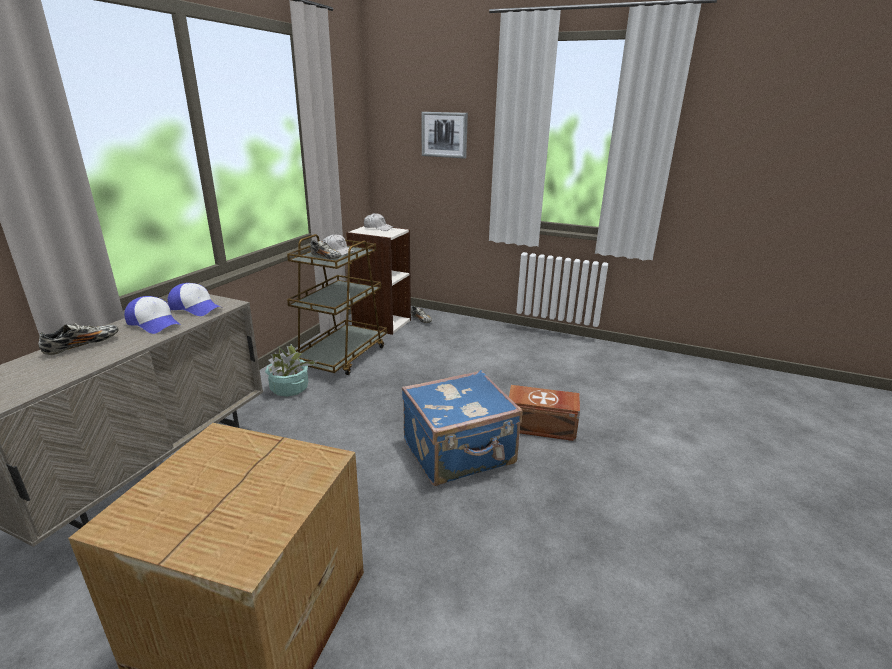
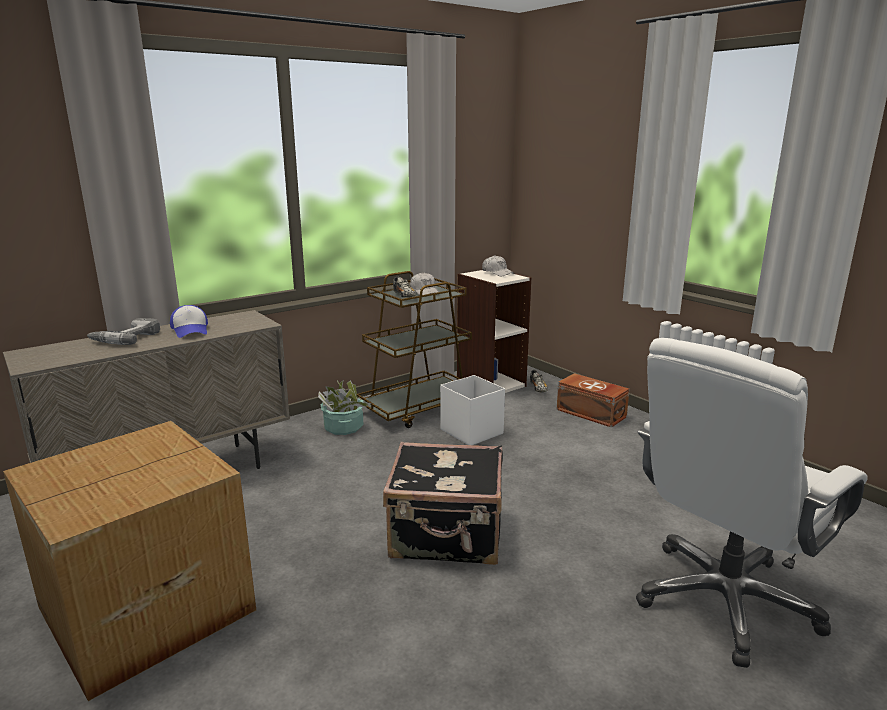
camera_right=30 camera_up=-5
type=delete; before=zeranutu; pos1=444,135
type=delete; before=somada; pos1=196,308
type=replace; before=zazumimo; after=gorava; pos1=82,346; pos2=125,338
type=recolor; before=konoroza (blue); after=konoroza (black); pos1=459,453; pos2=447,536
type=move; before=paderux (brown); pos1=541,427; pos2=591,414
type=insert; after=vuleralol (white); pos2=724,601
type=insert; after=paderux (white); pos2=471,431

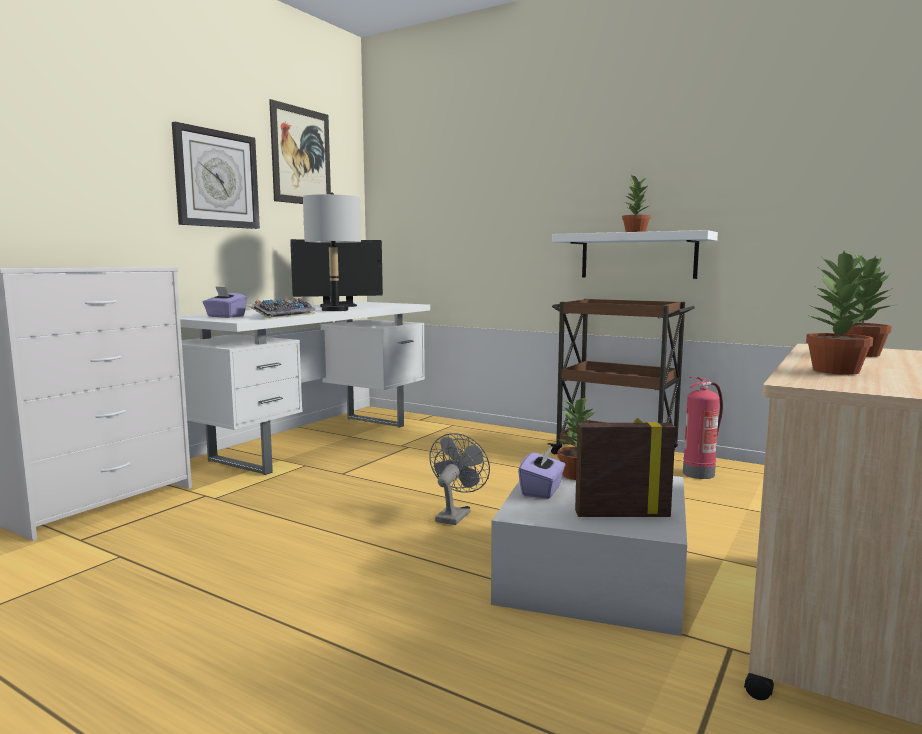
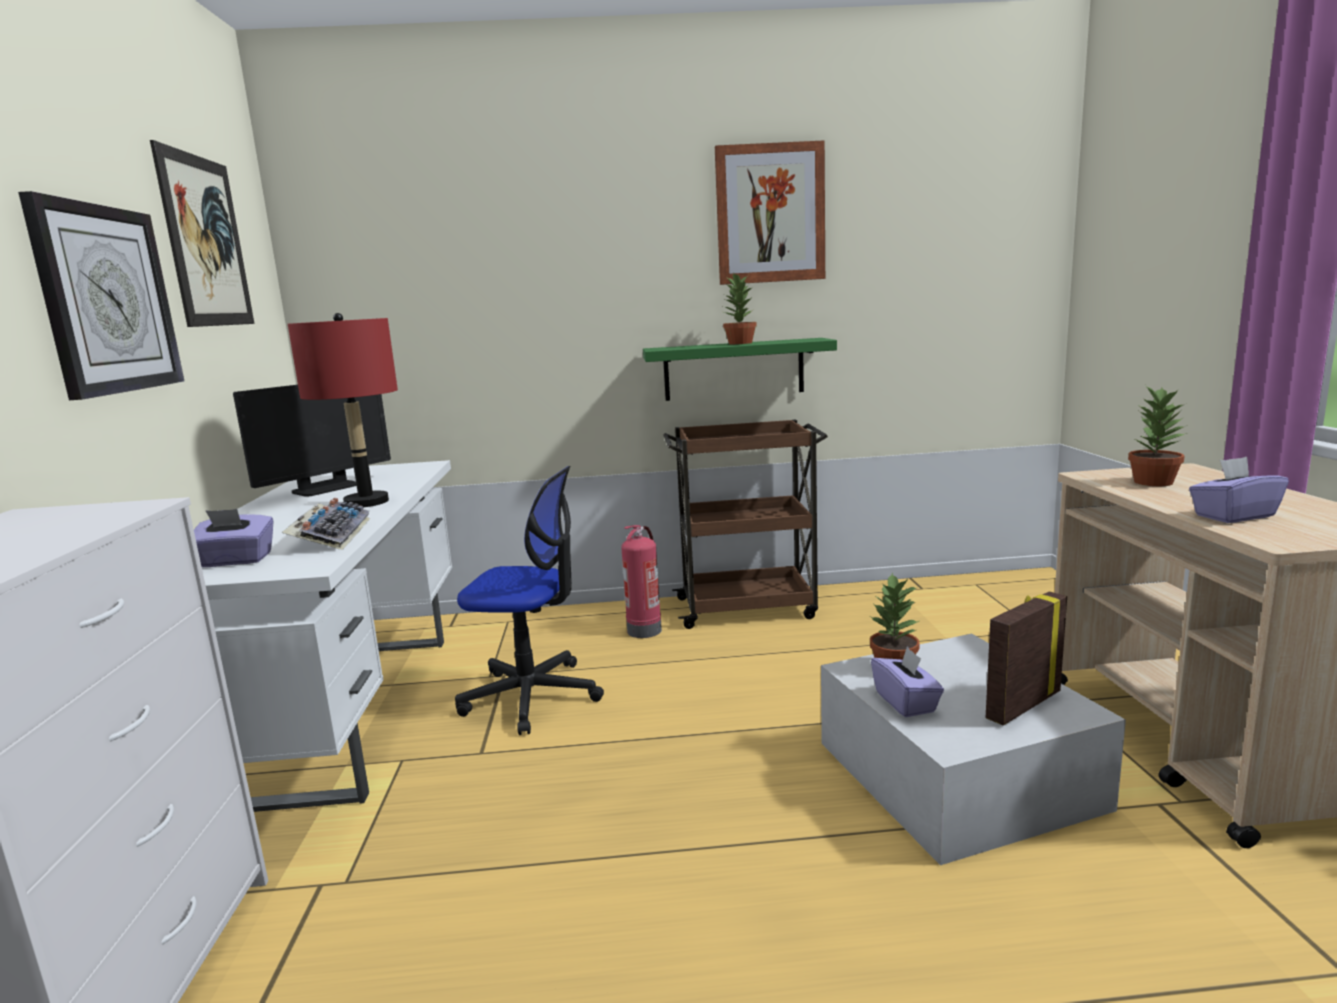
camera_right=-35 camera_up=5
type=recolor; before=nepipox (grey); after=nepipox (red); pos1=334,310; pos2=366,502
type=recolor; before=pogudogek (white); after=pogudogek (green); pos1=638,256; pos2=733,369
type=replace; before=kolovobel; after=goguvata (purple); pos1=834,371; pos2=1233,516
type=move; before=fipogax; pos1=699,473; pos2=644,630
type=delete; before=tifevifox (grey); pos1=455,515
type=insert; after=zeranutu; pos2=770,214
type=insert; after=vuleralol; pos2=532,696

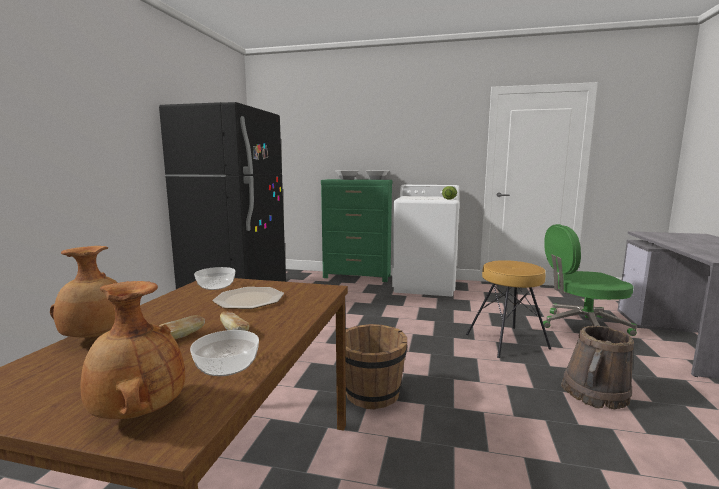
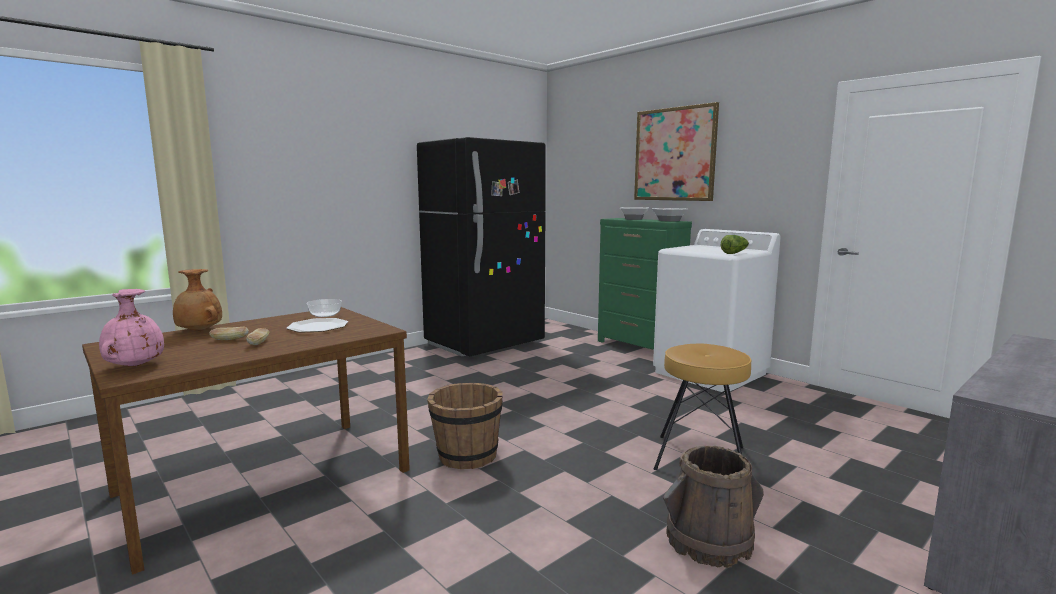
camera_right=35 camera_up=0
type=delete; before=vuleralol (green); pos1=582,326
type=recolor; before=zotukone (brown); after=zotukone (pink); pos1=137,413; pos2=134,366
type=delete; before=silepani; pos1=227,366
type=insert; after=zeranutu; pos2=674,154

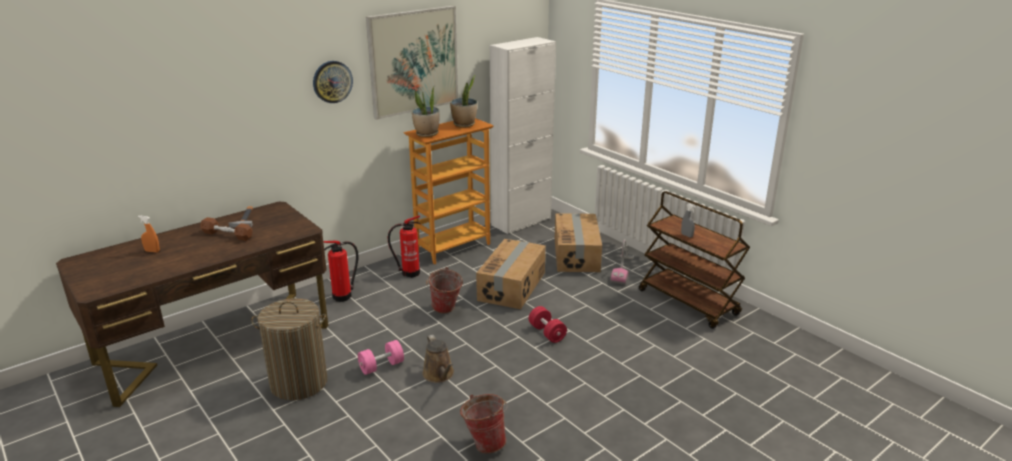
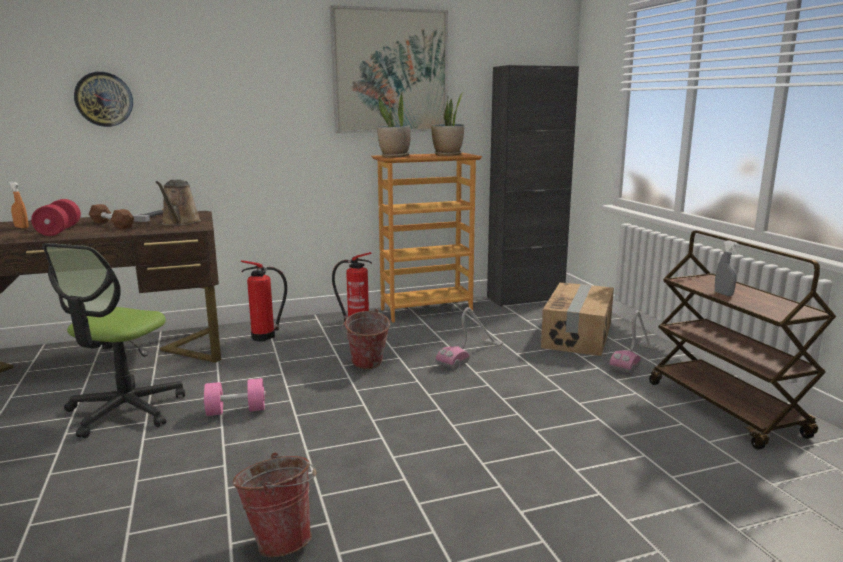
camera_right=20 camera_up=-10
type=recolor; before=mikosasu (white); after=mikosasu (black); pos1=521,221; pos2=525,298
type=move; before=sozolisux; pos1=332,81; pos2=104,99
type=replace; before=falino; after=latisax; pos1=512,286; pos2=471,354
type=replace; before=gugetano; after=vuleralol; pos1=298,383; pos2=125,411
type=move; before=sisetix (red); pos1=547,333; pos2=59,231
type=move; before=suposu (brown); pos1=439,375; pos2=180,223

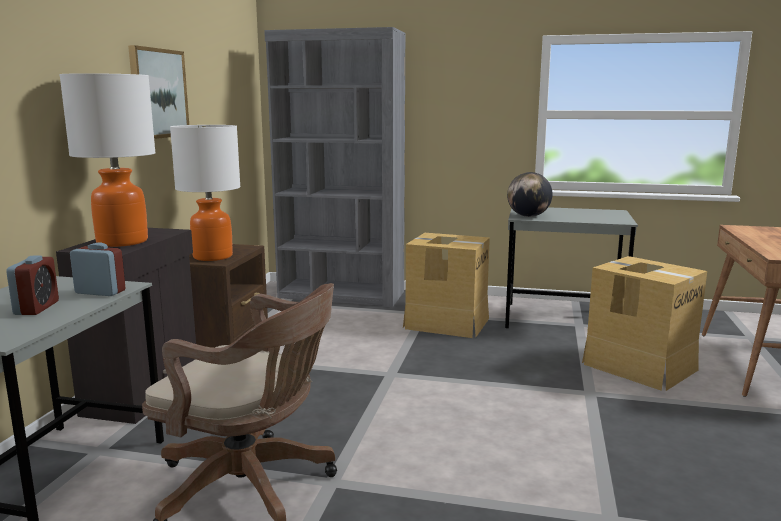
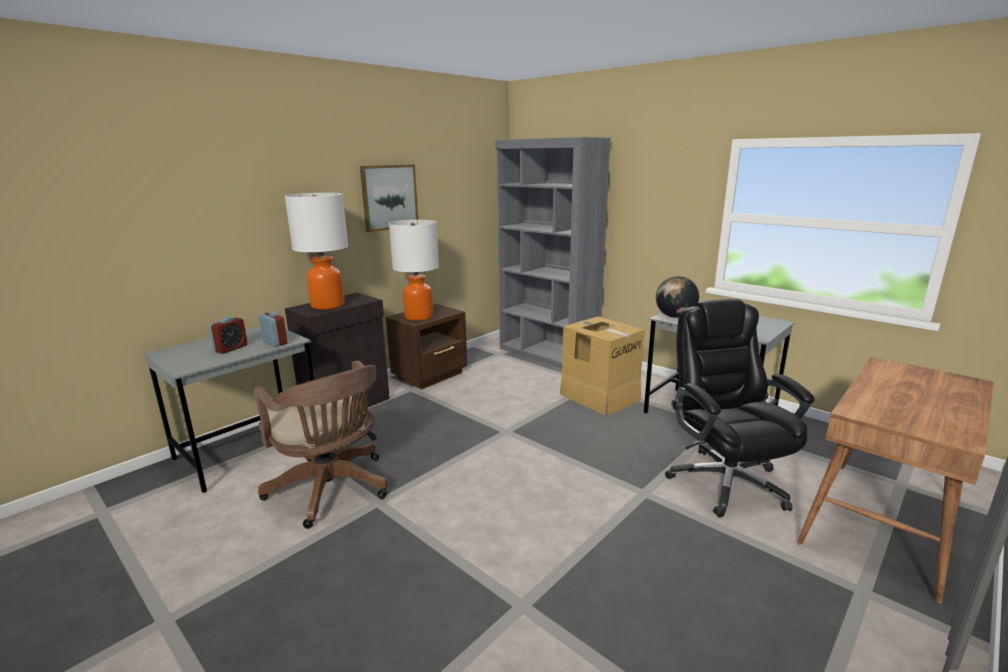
camera_right=30 camera_up=5
type=replace; before=falino; after=vuleralol (black); pos1=639,366; pos2=725,481

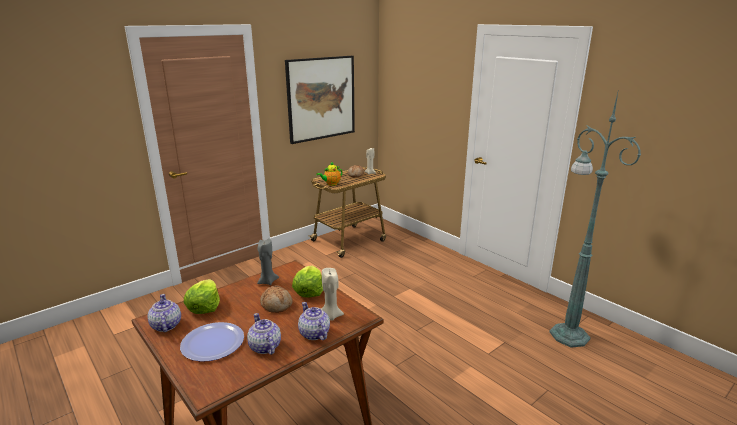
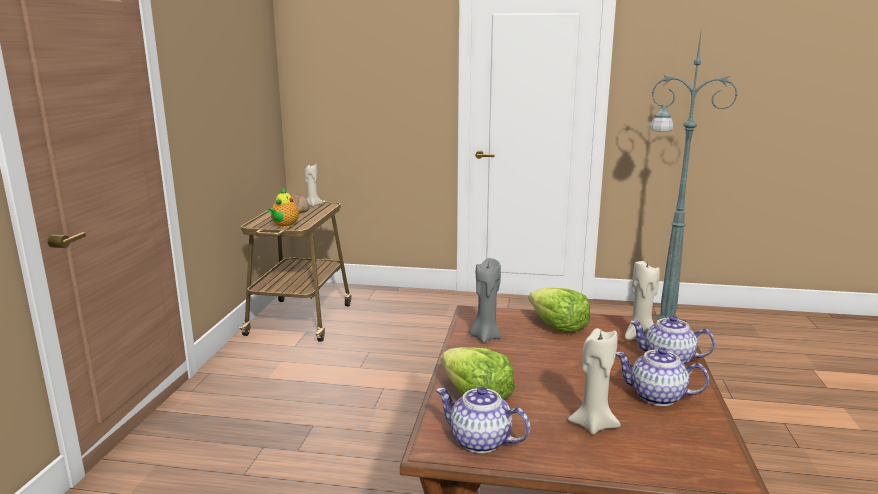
camera_right=-40 camera_up=-5
type=delete; before=zeranutu; pos1=321,98
type=delete; before=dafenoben; pos1=277,304
type=replace; before=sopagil; after=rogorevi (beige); pos1=212,343; pos2=593,424

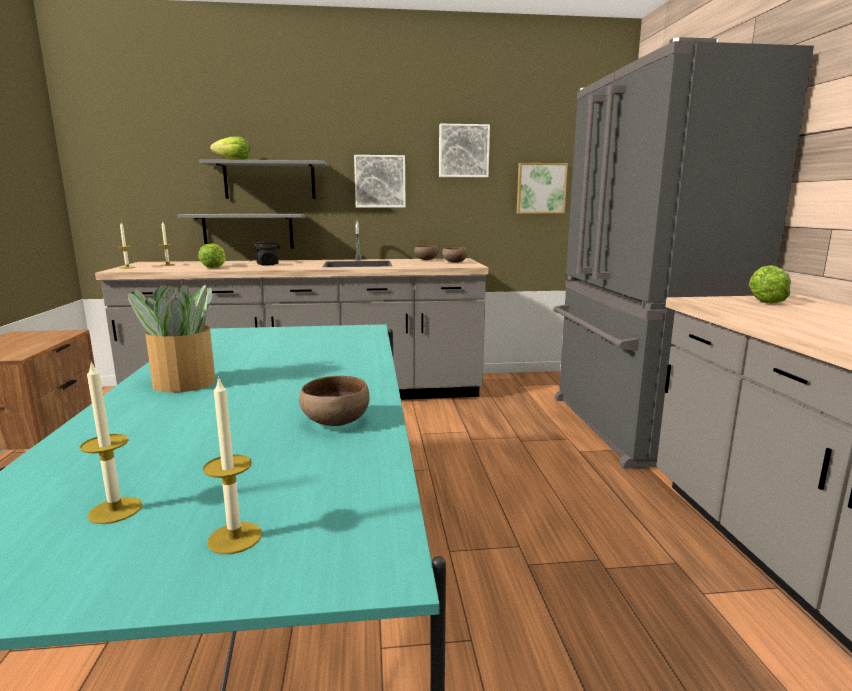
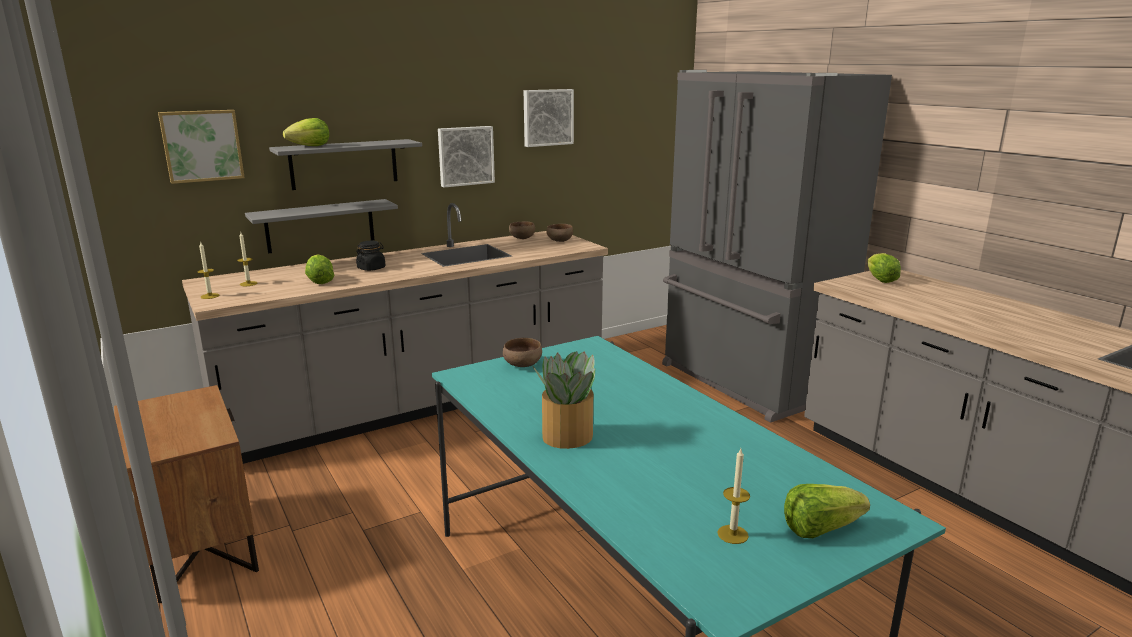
camera_right=-25 camera_up=5
type=move; before=zeranutu; pos1=540,188; pos2=202,145
type=replace; before=rogorevi; after=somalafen; pos1=235,538; pos2=820,528
type=move; before=silepani (brown); pos1=335,422; pos2=523,365

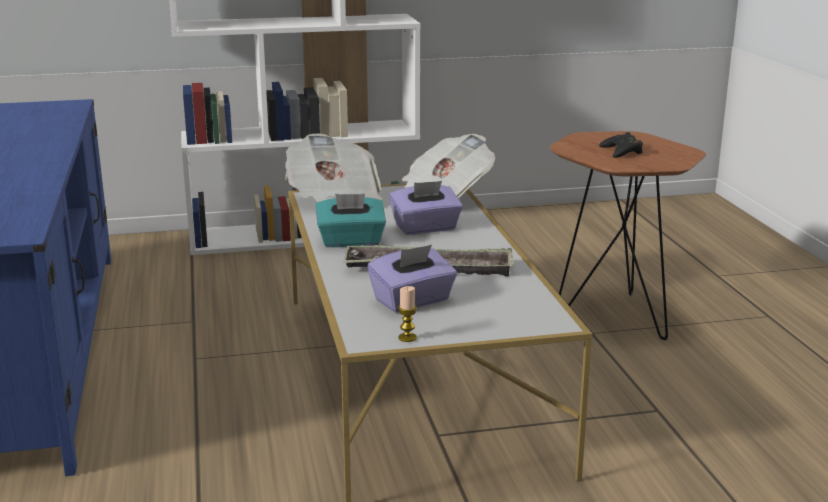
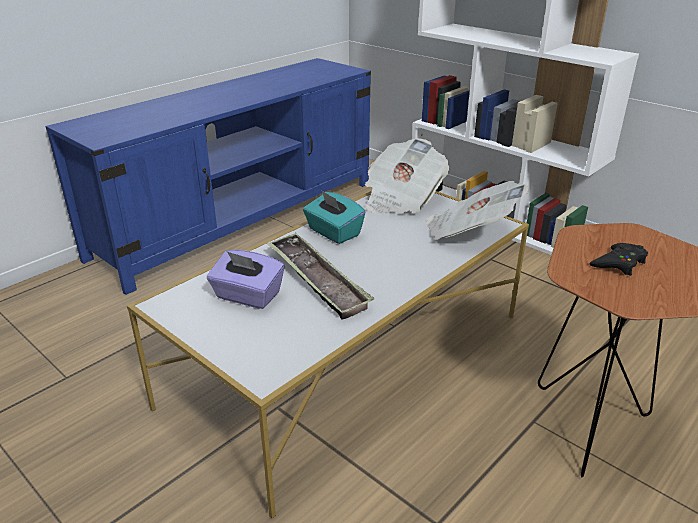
camera_right=55 camera_up=10
type=delete; before=goguvata (purple); pos1=425,228
type=delete; before=rogorevi; pos1=407,338

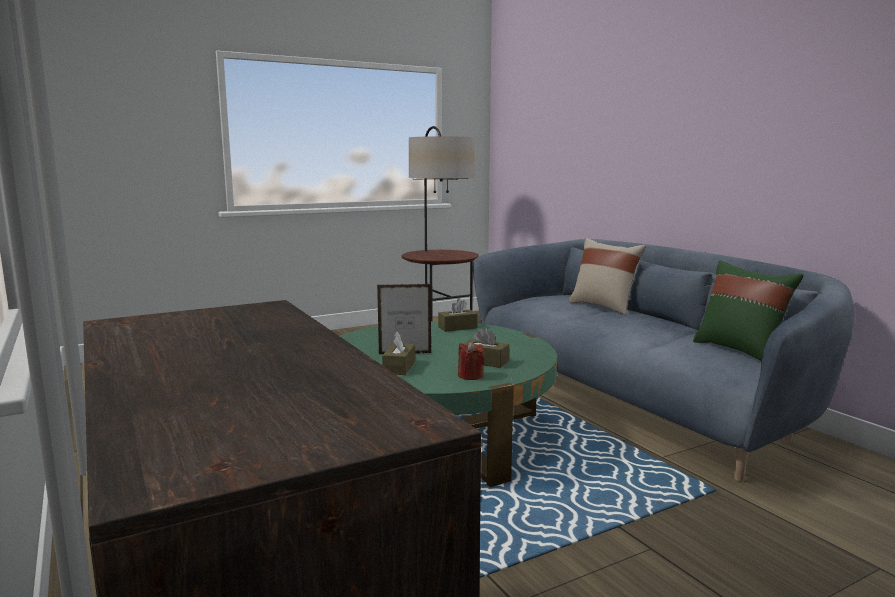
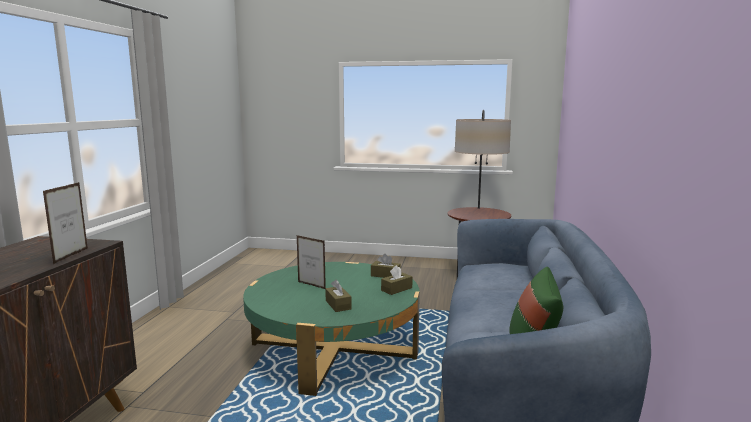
camera_right=40 camera_up=0
type=delete; before=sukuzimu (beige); pos1=604,307
type=move; before=goguvata (brown); pos1=399,367; pos2=396,289
type=delete; before=rogorevi (red); pos1=470,376
type=insert; after=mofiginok; pos2=71,256

